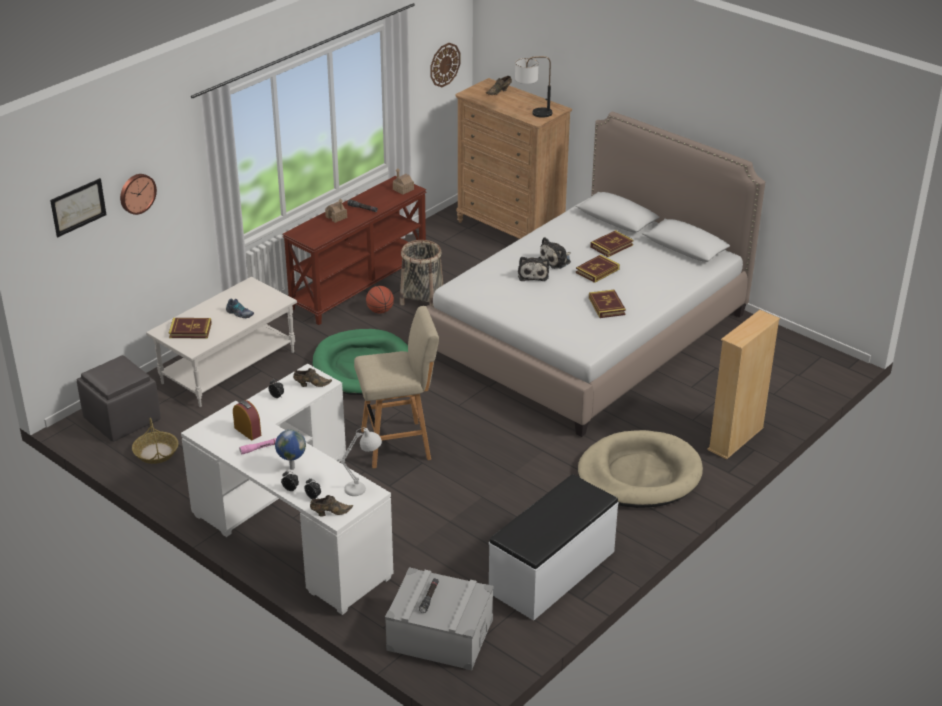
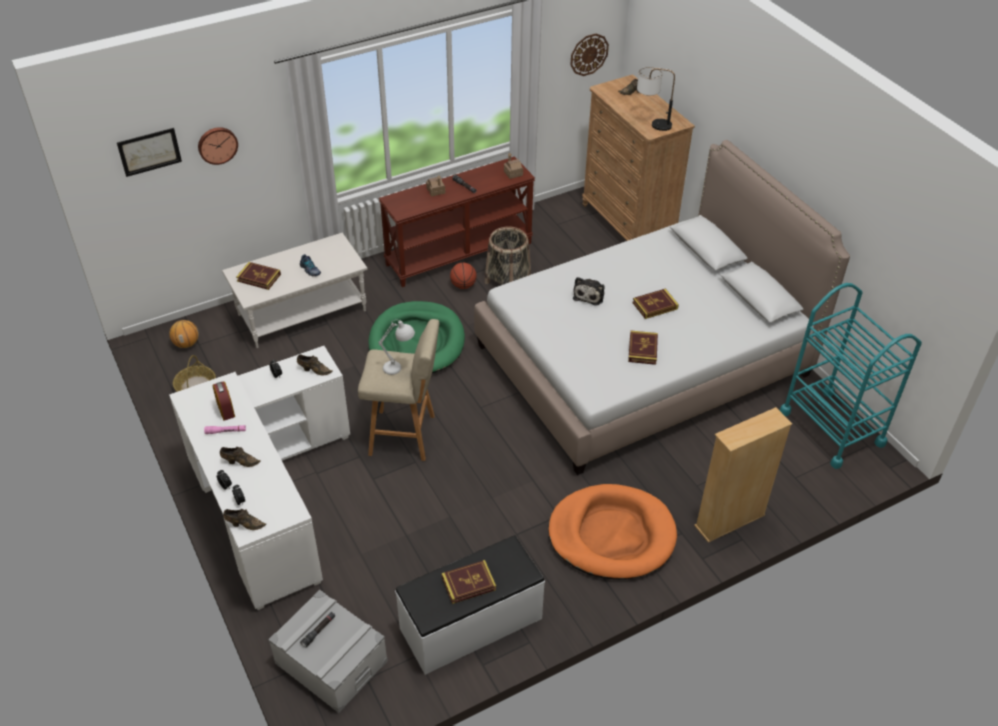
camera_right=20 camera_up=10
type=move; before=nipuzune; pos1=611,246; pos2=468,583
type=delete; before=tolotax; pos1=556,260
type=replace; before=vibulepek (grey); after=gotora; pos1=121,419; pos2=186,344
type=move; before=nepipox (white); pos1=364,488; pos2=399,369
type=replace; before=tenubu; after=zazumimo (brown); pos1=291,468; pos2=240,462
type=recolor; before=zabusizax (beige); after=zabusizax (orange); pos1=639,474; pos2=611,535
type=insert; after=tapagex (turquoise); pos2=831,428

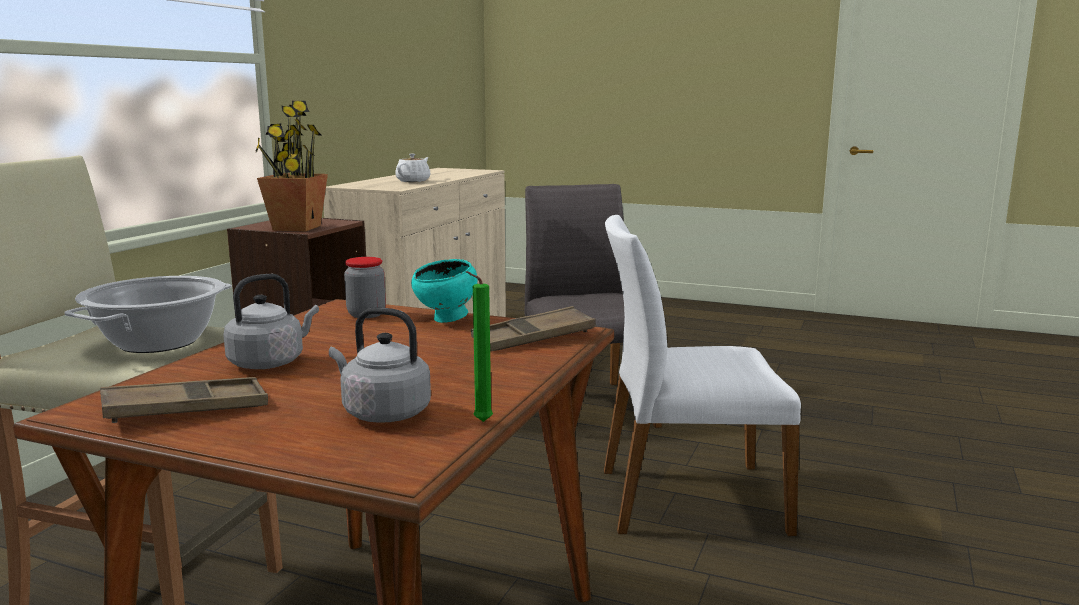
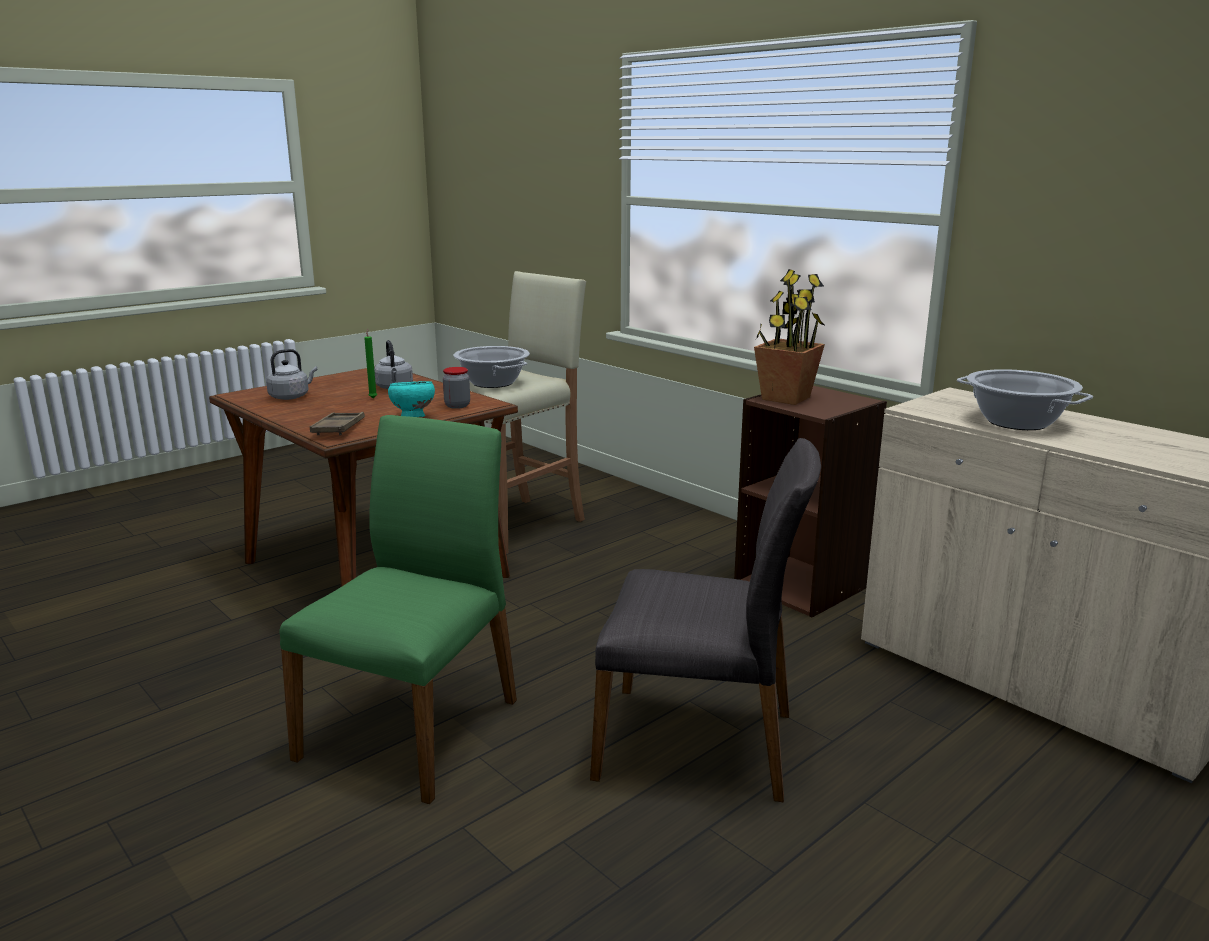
camera_right=115 camera_up=5
type=replace; before=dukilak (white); after=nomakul; pos1=413,181; pos2=1016,422
type=recolor; before=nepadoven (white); after=nepadoven (green); pos1=688,499; pos2=414,728
type=move; before=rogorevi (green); pos1=480,422; pos2=373,398
type=delete; before=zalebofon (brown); pos1=186,409

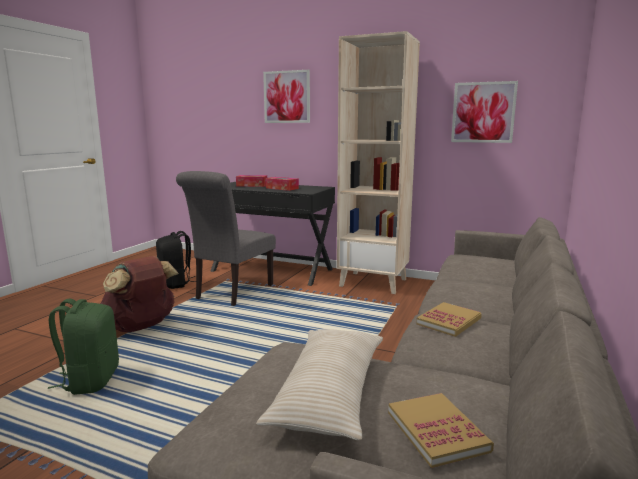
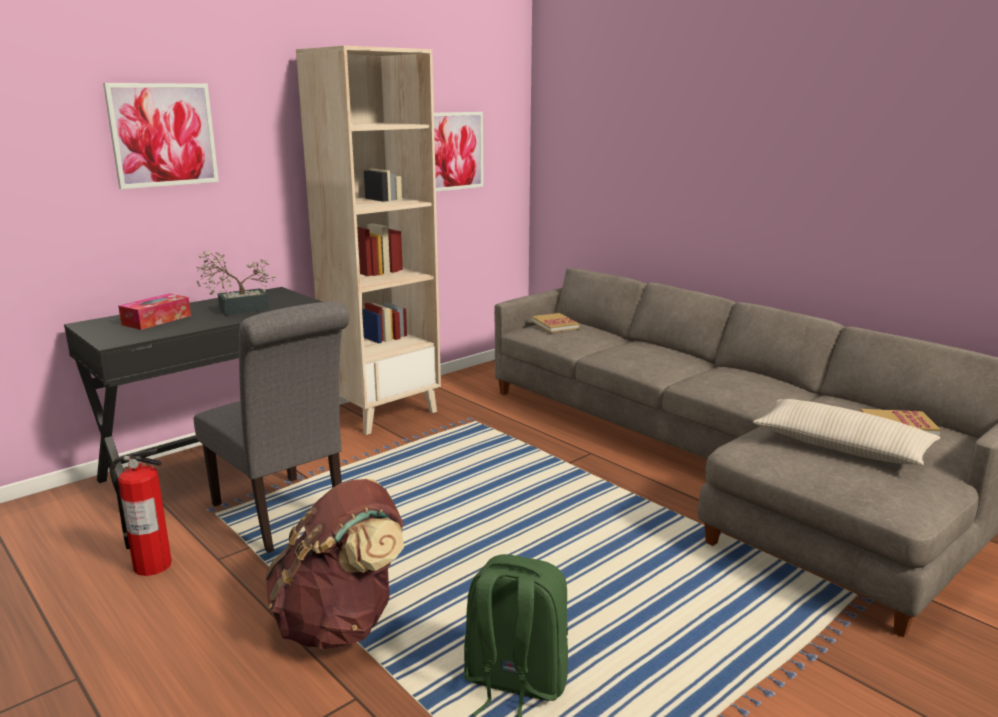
camera_right=-65 camera_up=5
type=replace; before=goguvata; after=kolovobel; pos1=282,188; pos2=237,310
type=replace; before=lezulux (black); after=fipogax; pos1=176,283; pos2=151,565
type=move; before=nipuzune; pos1=449,321; pos2=555,325

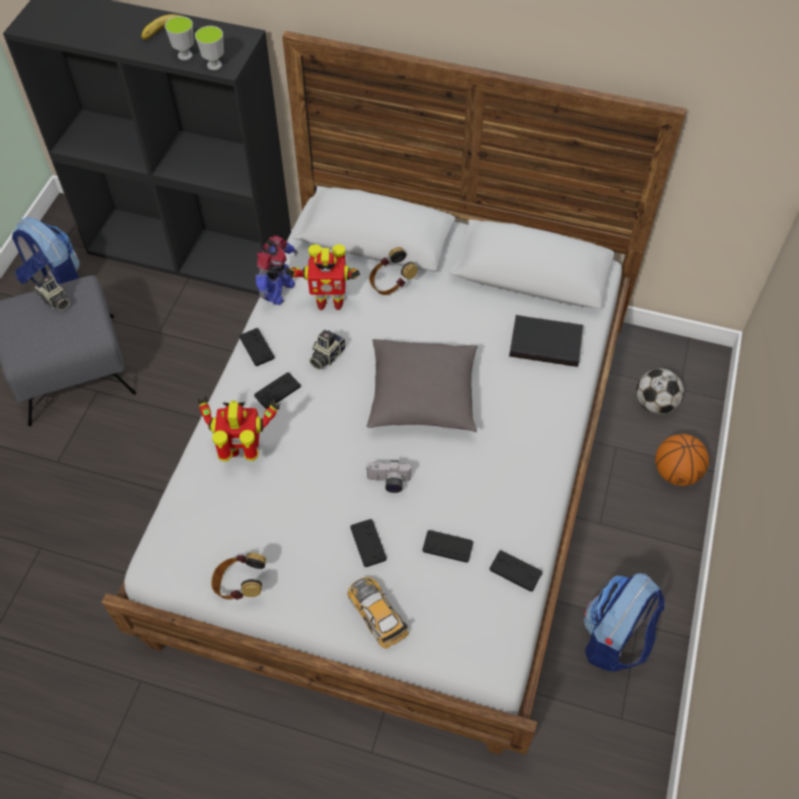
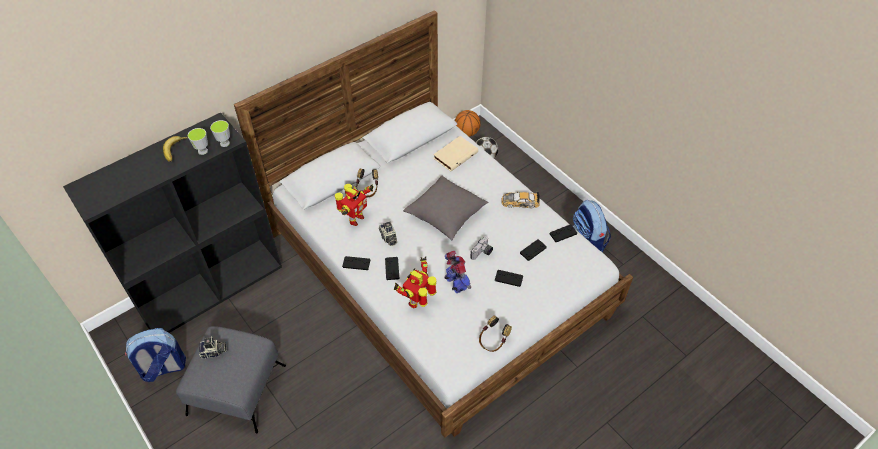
camera_right=-55 camera_up=-5
type=move; before=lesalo; pos1=278,291; pos2=455,284
type=recolor; before=nipuzune (black); after=nipuzune (beige); pos1=546,342; pos2=455,155
type=move; before=gotora; pos1=675,473; pos2=467,133
type=move; before=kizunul; pos1=376,613; pos2=520,202

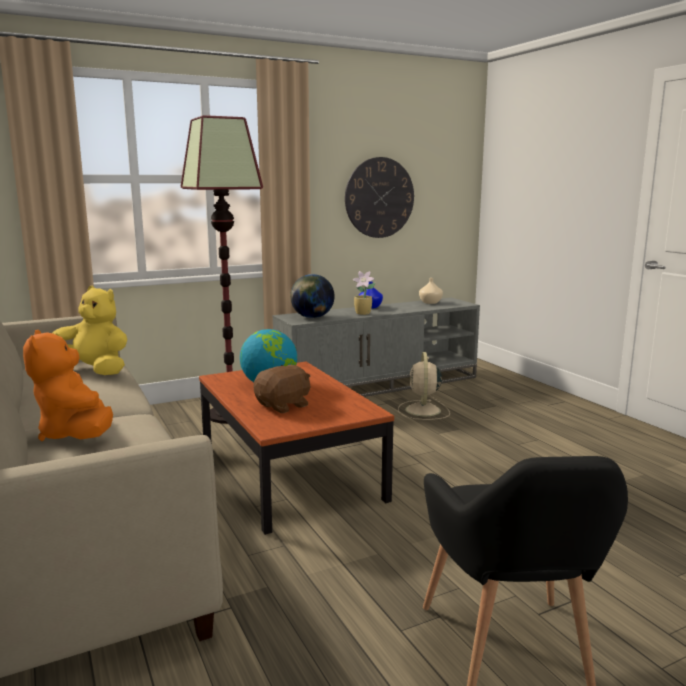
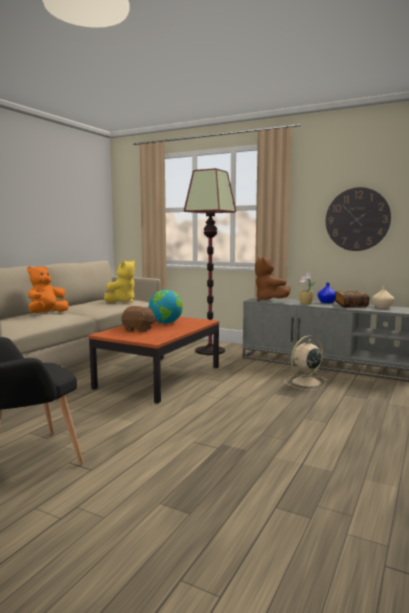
camera_right=55 camera_up=-5
type=replace; before=tenubu; after=tolotax (brown); pos1=312,317; pos2=269,300
type=rotate; before=tolotax (yellow); pos1=94,371; pos2=122,301; turn=45
type=insert; after=nipuzune; pos2=351,305

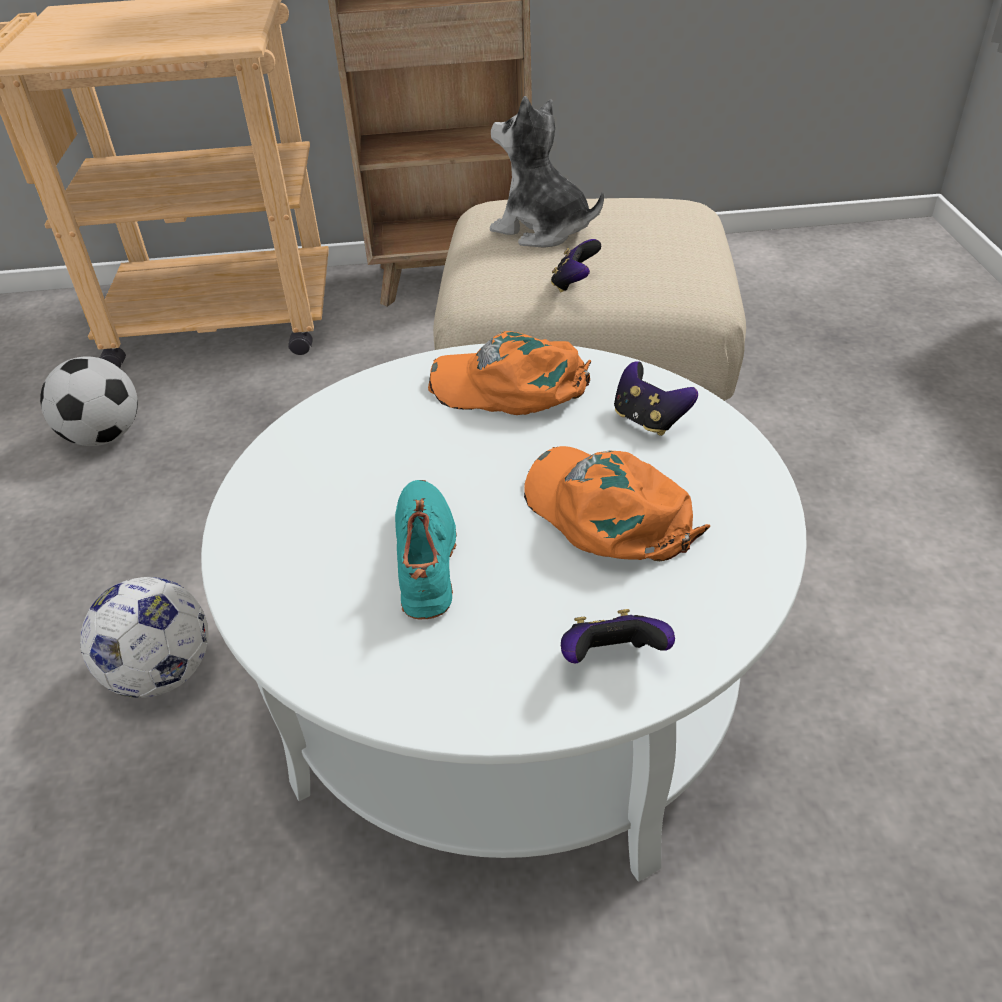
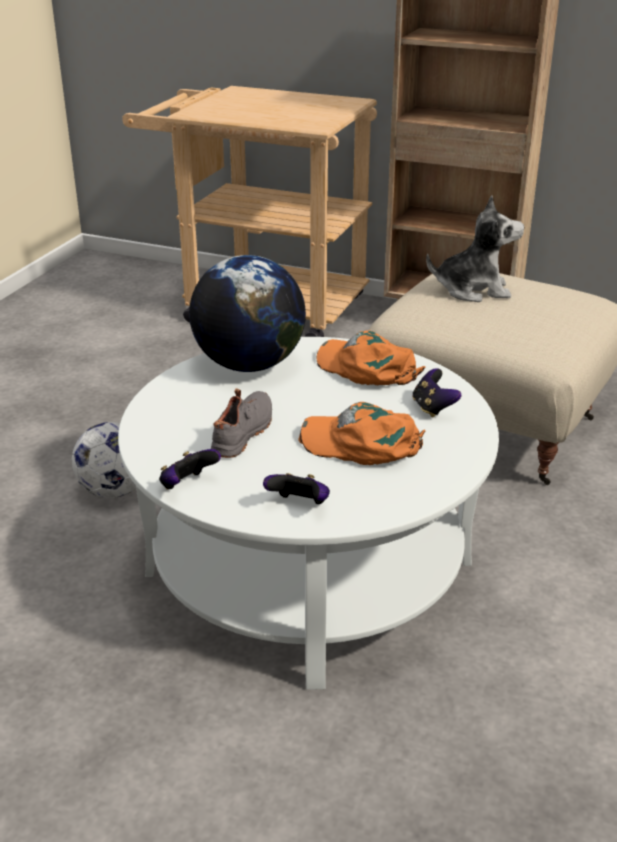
camera_right=25 camera_up=-10
type=rotate; before=tolotax; pos1=542,230; pos2=473,290; turn=120
type=move; before=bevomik; pos1=574,284; pos2=187,485
type=delete; before=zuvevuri; pos1=104,436
type=rotate; before=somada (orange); pos1=607,512; pos2=362,443; turn=-60
type=recolor; before=zazumimo (turquoise); after=zazumimo (grey); pos1=428,558; pos2=245,433
type=insert; after=tenubu; pos2=249,365

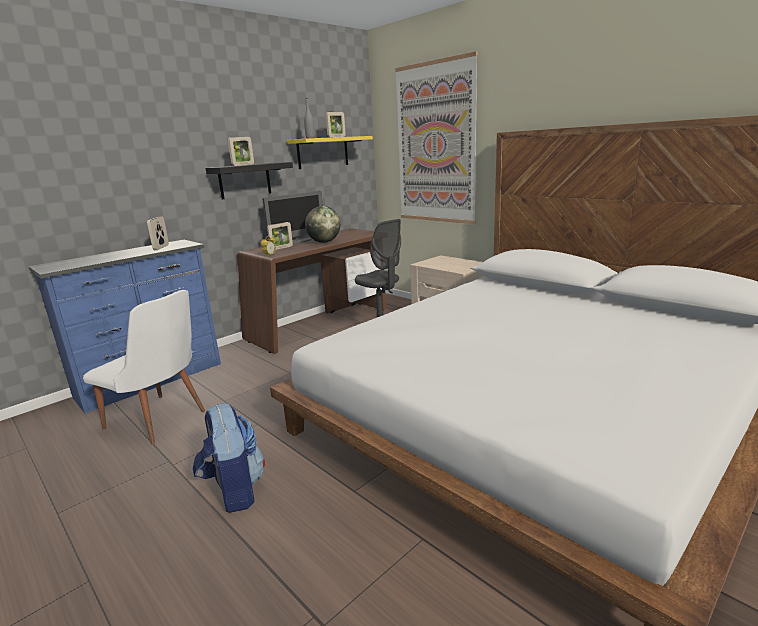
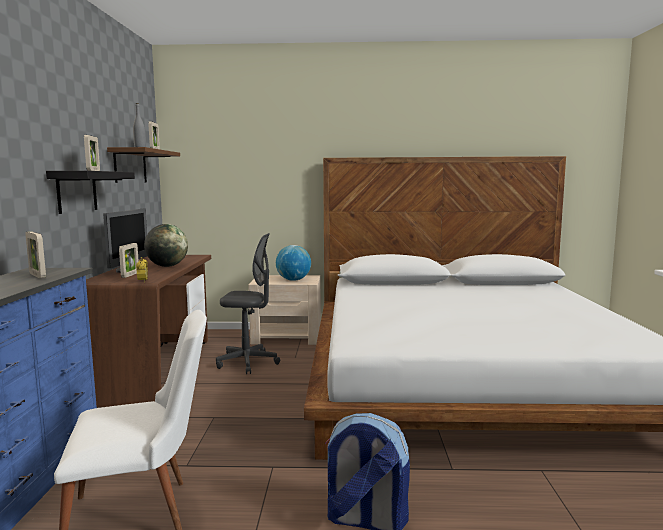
camera_right=-45 camera_up=-10
type=delete; before=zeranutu; pos1=435,144
type=recolor; before=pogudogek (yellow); after=pogudogek (brown); pos1=323,152; pos2=130,166
type=insert; after=tenubu; pos2=293,280

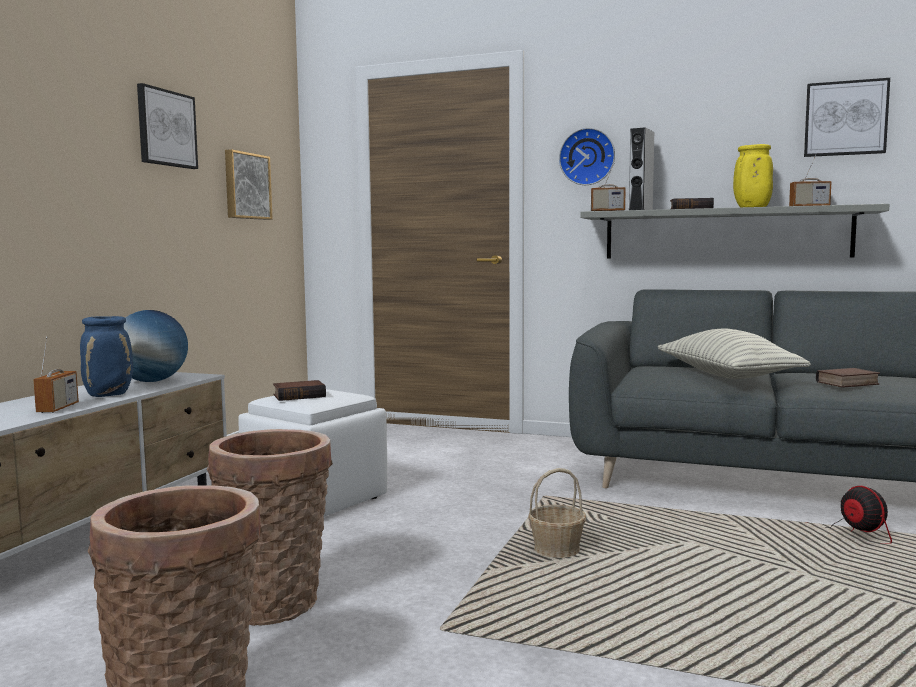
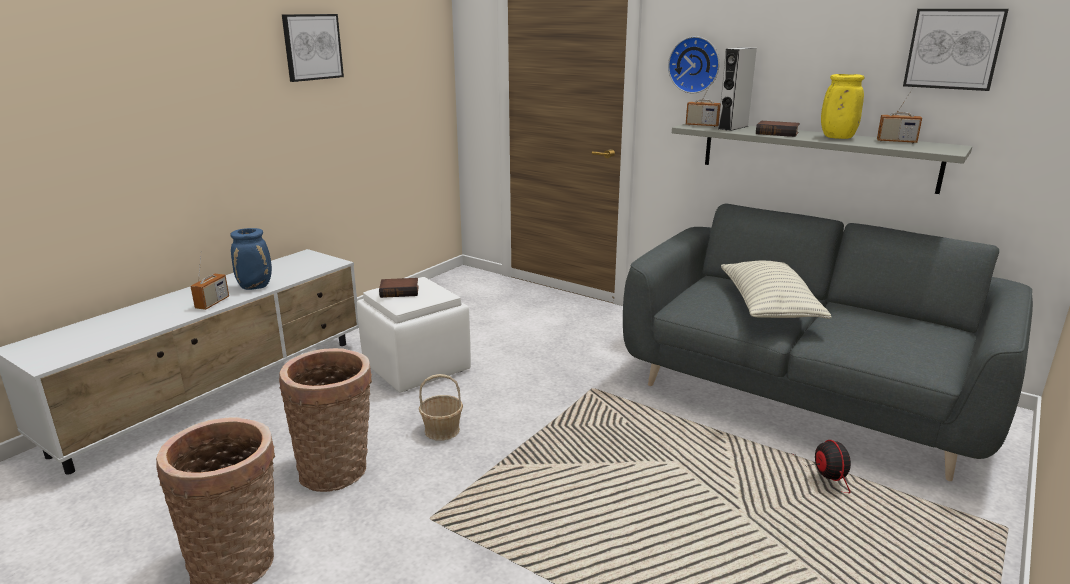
camera_right=15 camera_up=15
type=delete; before=zeranutu; pos1=246,186
type=delete; before=tenubu; pos1=151,381
type=delete; before=nipuzune; pos1=848,383
type=move; before=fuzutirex; pos1=557,550; pos2=442,430

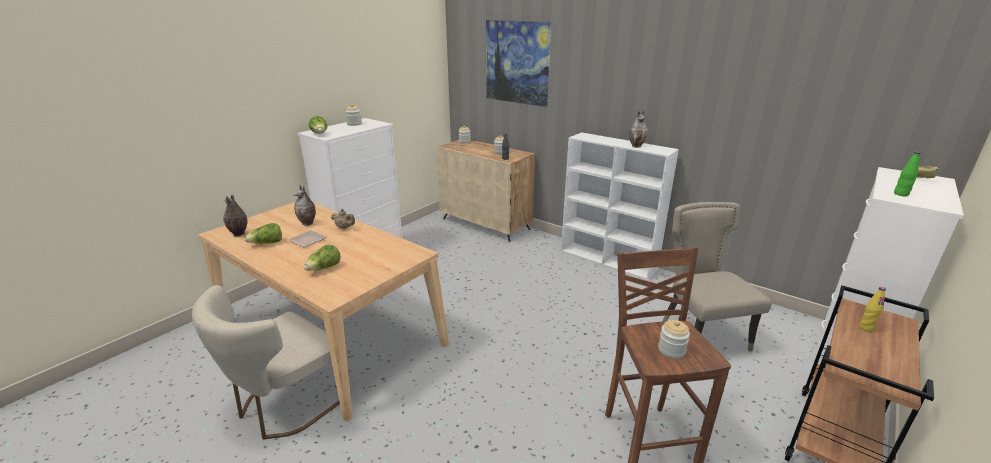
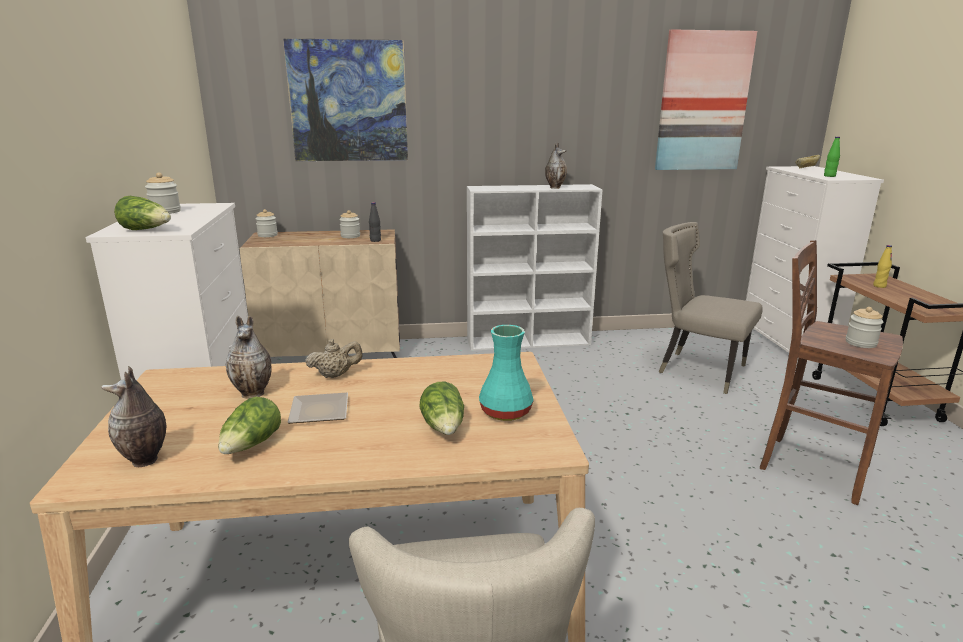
camera_right=-45 camera_up=-5
type=insert; after=zeranutu; pos2=703,102
type=insert; after=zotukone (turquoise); pos2=504,412

